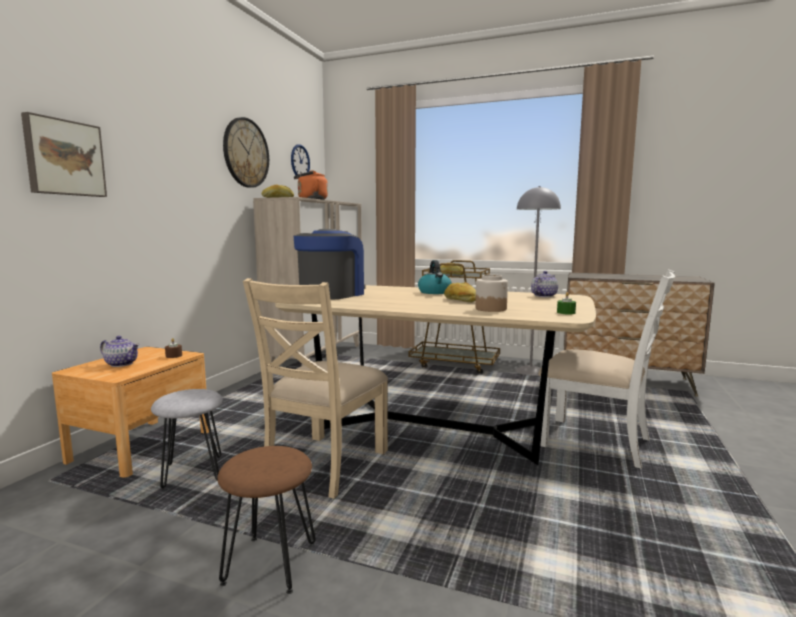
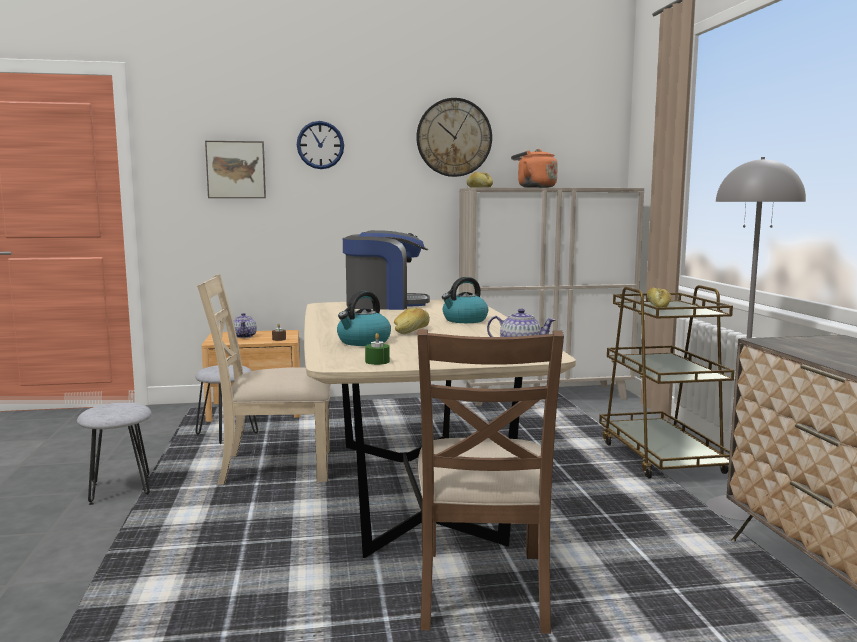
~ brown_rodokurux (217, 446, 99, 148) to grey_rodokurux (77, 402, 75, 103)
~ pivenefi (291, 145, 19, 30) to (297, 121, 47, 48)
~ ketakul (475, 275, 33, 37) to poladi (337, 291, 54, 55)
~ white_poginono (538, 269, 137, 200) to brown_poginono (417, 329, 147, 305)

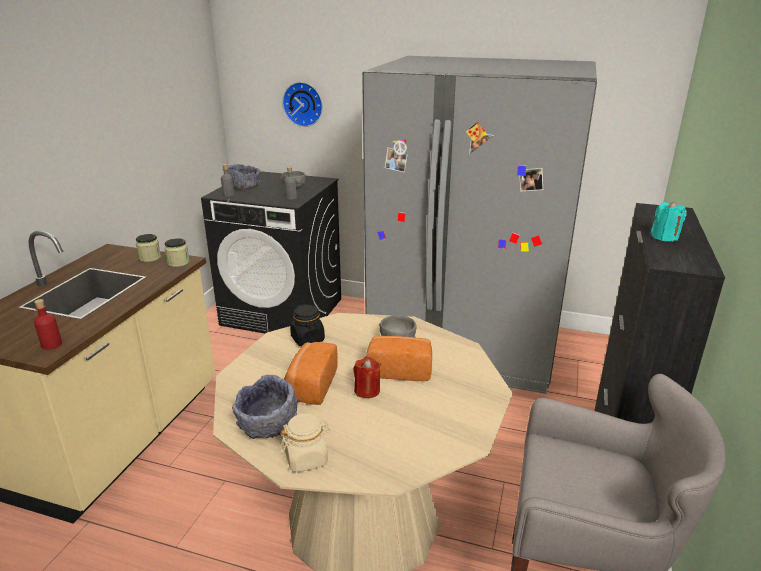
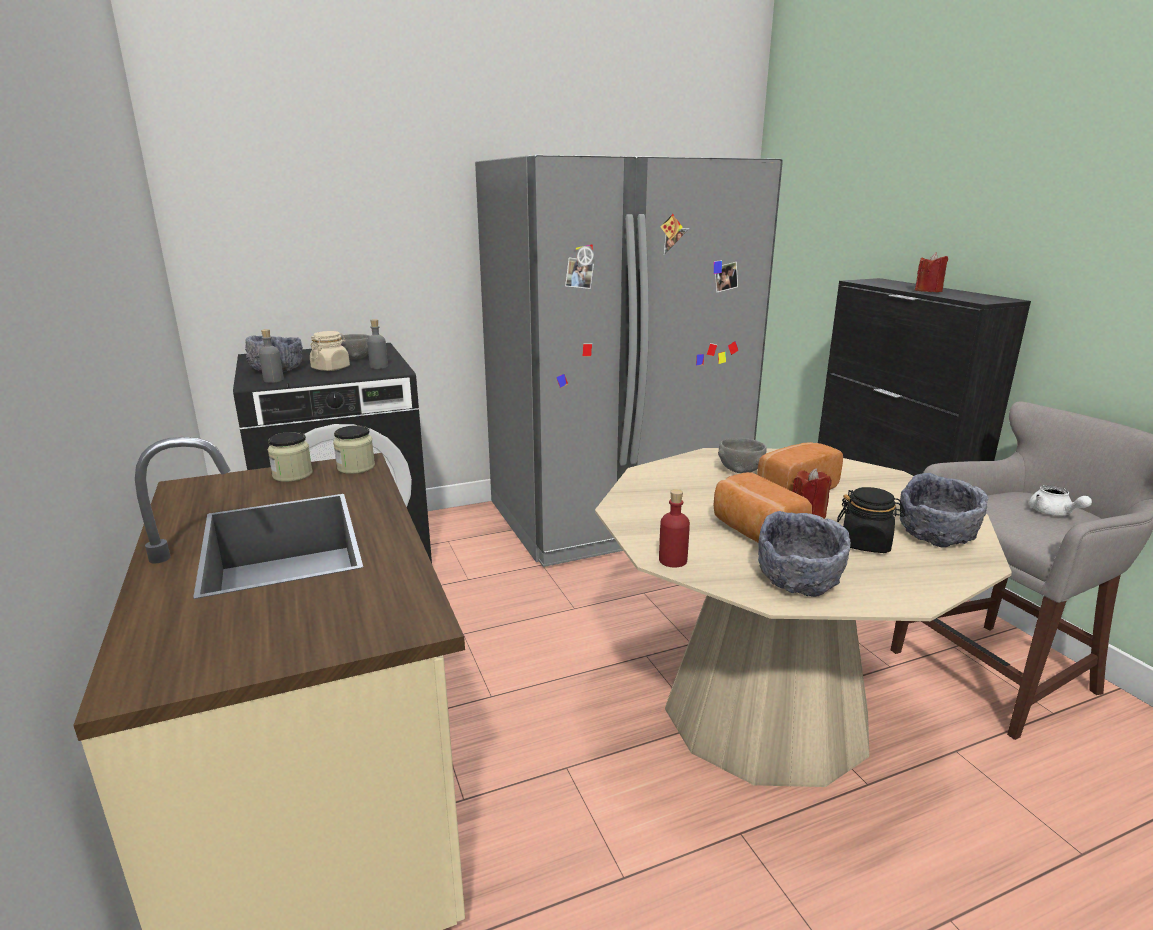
~ beige_ketakul (280, 414, 51, 58) to (310, 331, 40, 40)
~ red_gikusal (34, 299, 28, 51) to (659, 489, 31, 79)
~ black_ketakul (290, 304, 35, 42) to (837, 487, 68, 66)
+ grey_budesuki (900, 473, 89, 75)
~ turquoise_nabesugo (650, 201, 37, 41) to red_nabesugo (915, 252, 33, 40)
+ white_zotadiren (1029, 485, 63, 31)
- pivenefi (282, 82, 41, 45)

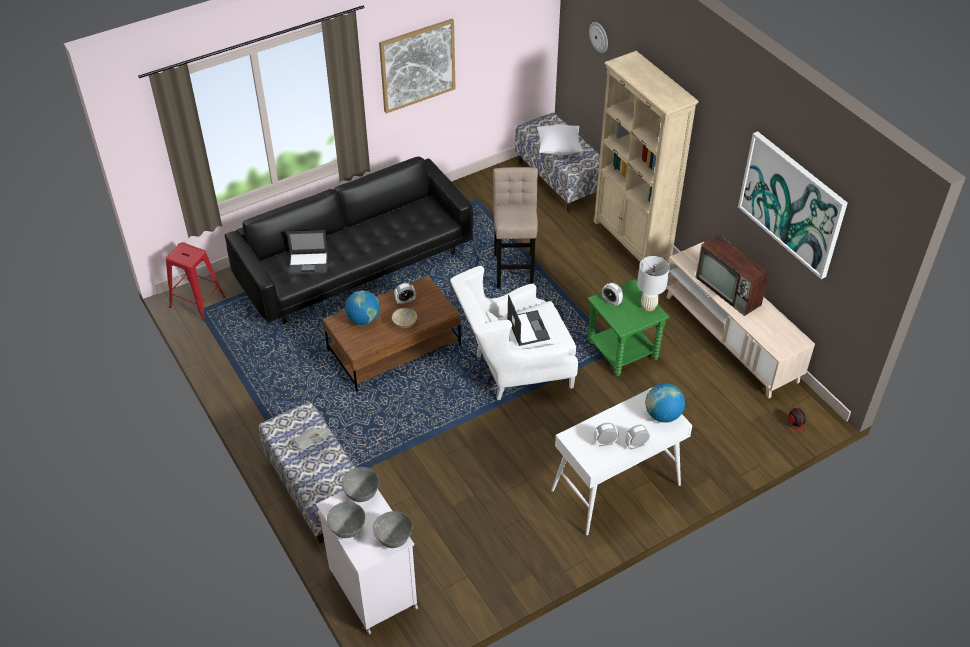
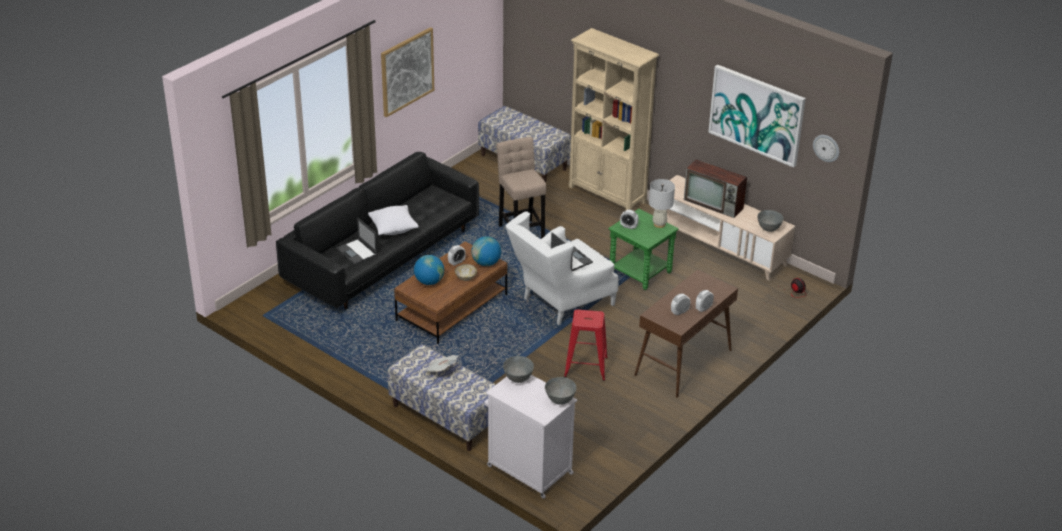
~ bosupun (287, 230, 41, 45) = (336, 217, 42, 48) 75 degrees clockwise
~ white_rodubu (537, 125, 46, 30) to (368, 205, 51, 30)
~ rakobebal (645, 383, 40, 40) to (471, 236, 30, 30)
~ red_rodokurux (166, 242, 60, 79) to (564, 309, 44, 72)
~ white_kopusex (551, 387, 142, 148) to brown_kopusex (635, 269, 103, 129)
~ grey_budesuki (327, 502, 39, 36) to (757, 210, 26, 22)
~ pivenefi (589, 22, 19, 31) to (813, 135, 26, 27)

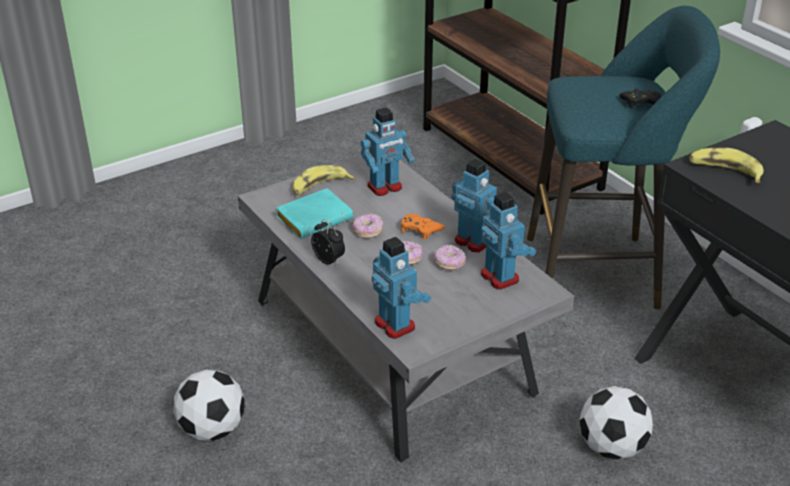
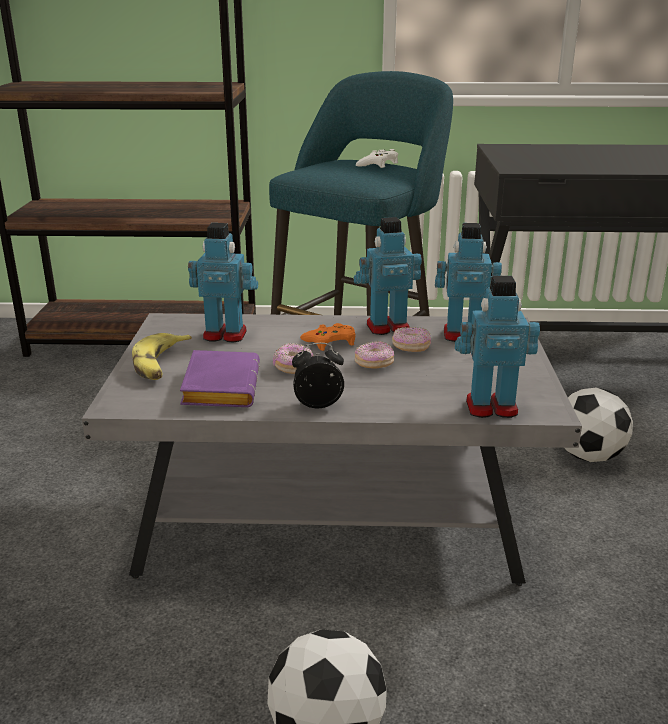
~ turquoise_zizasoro (276, 188, 77, 51) to purple_zizasoro (180, 350, 80, 57)
~ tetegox (361, 107, 54, 89) = (188, 223, 70, 120) 90 degrees counterclockwise
~ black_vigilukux (619, 89, 42, 20) to white_vigilukux (356, 149, 42, 19)
- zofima (689, 148, 75, 35)

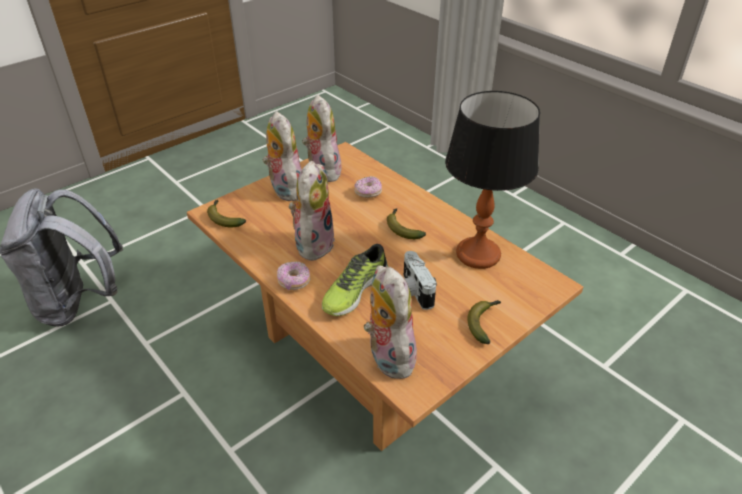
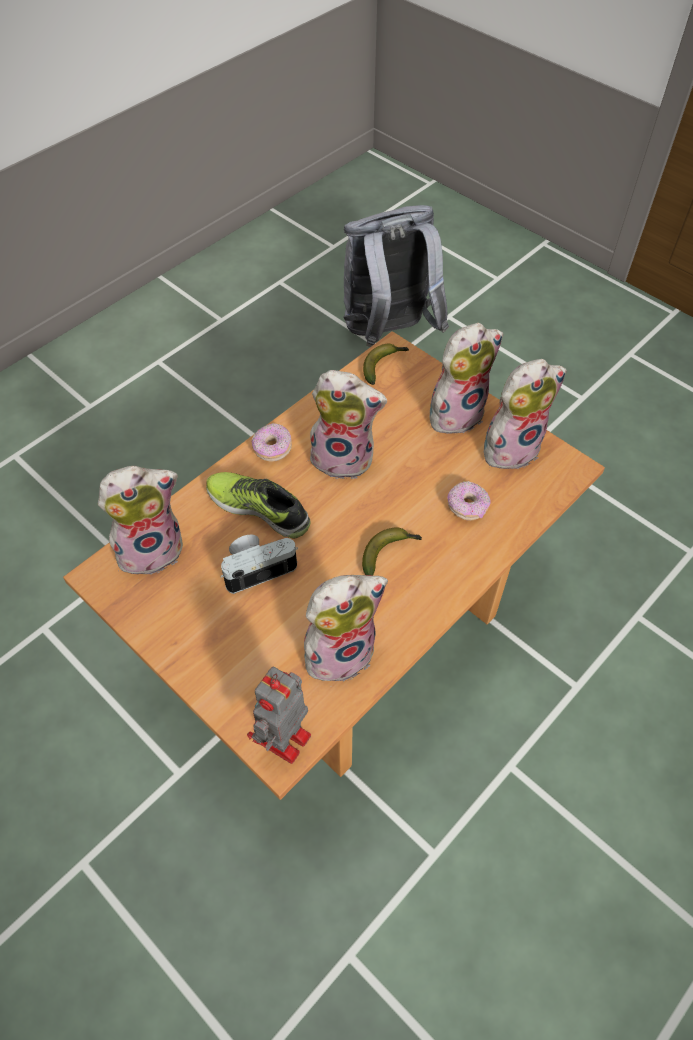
+ tetegox (247, 667, 64, 97)
~ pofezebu (445, 91, 95, 178) to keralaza (304, 575, 84, 106)
- zofima (467, 300, 34, 44)

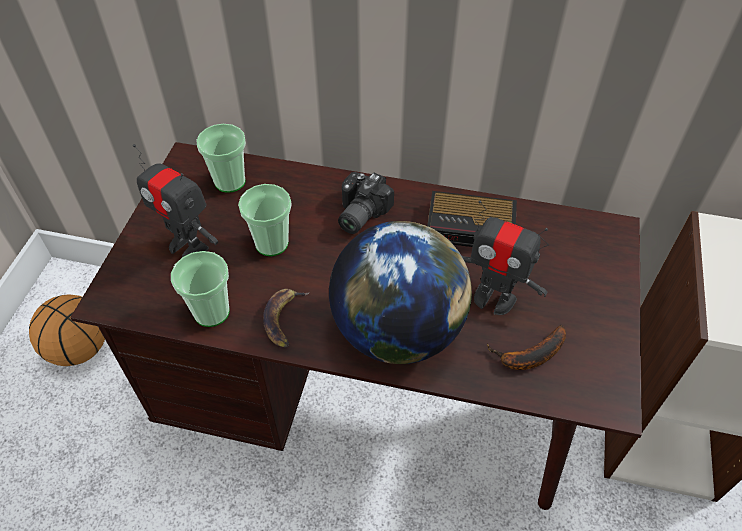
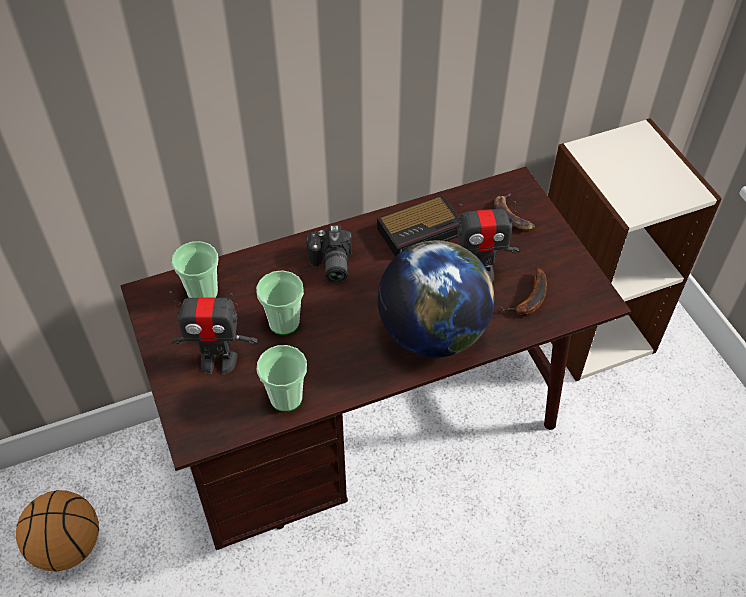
~ zofima (263, 289, 47, 59) to (494, 193, 41, 37)

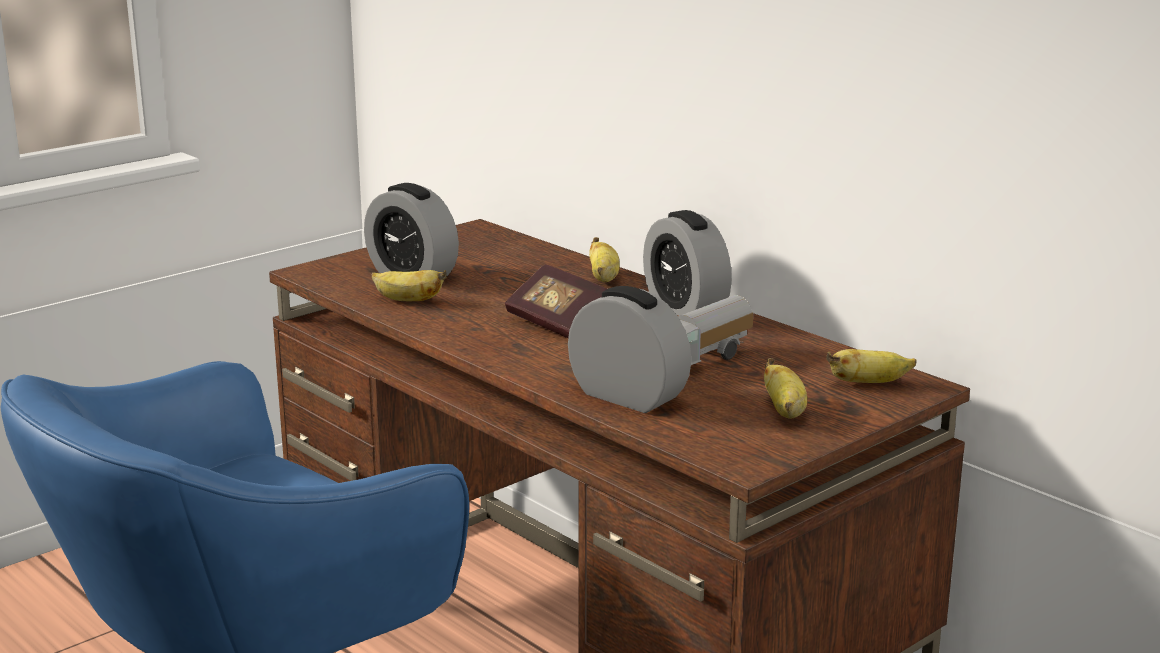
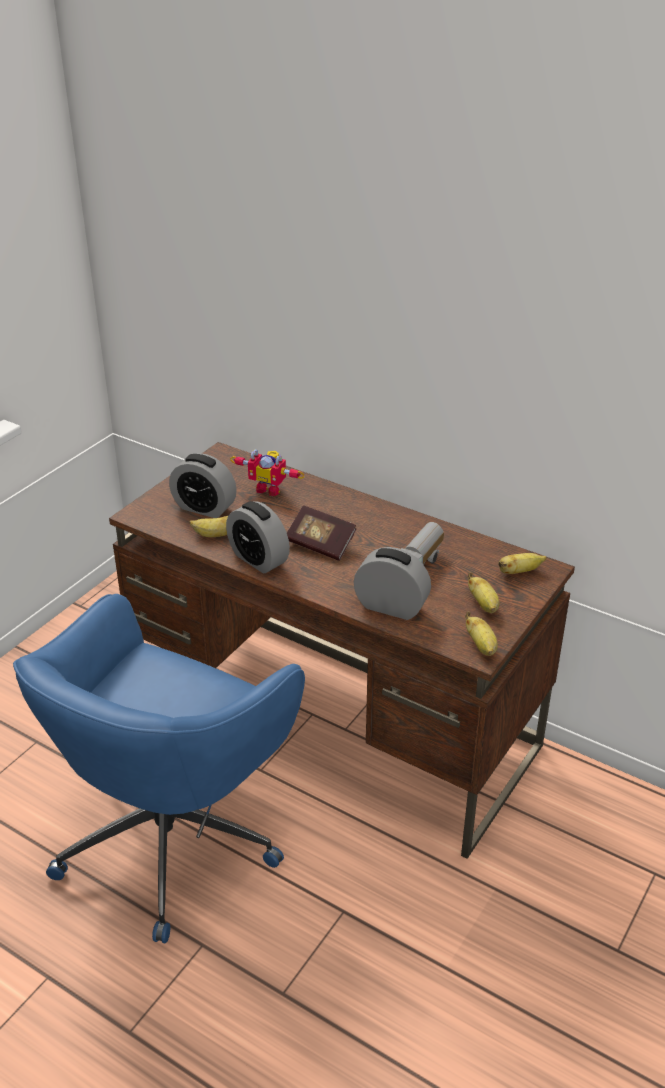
~ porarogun (643, 210, 89, 106) to (226, 501, 64, 73)
+ tetegox (230, 449, 75, 47)
~ zofima (589, 237, 30, 45) to (465, 612, 33, 44)

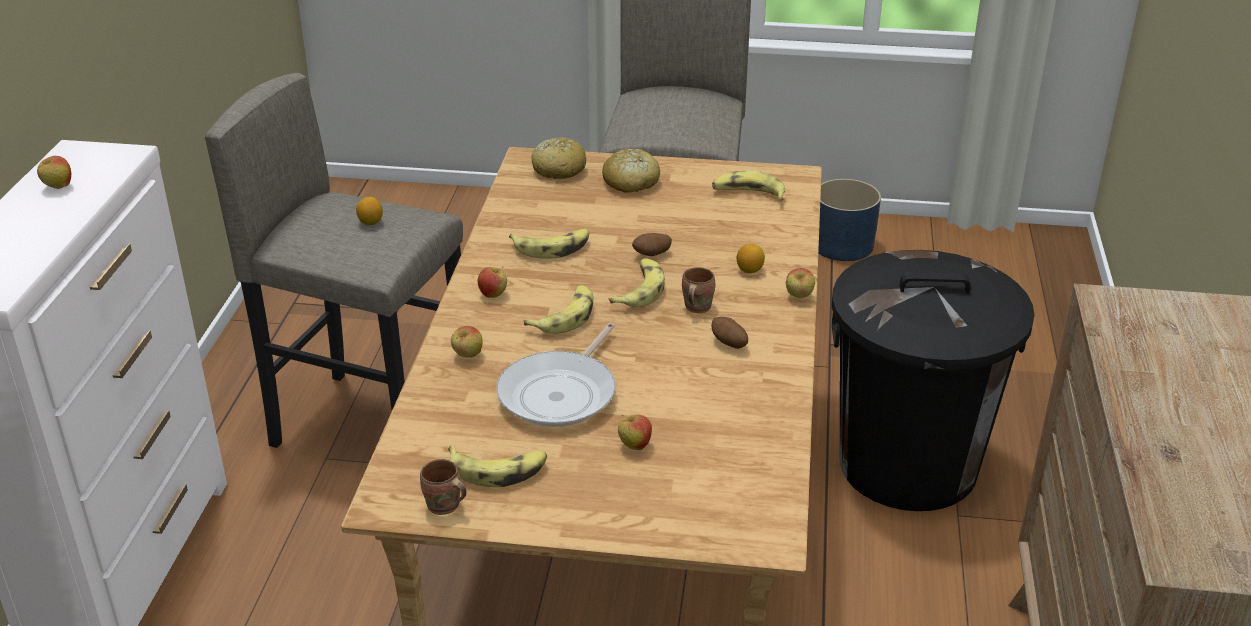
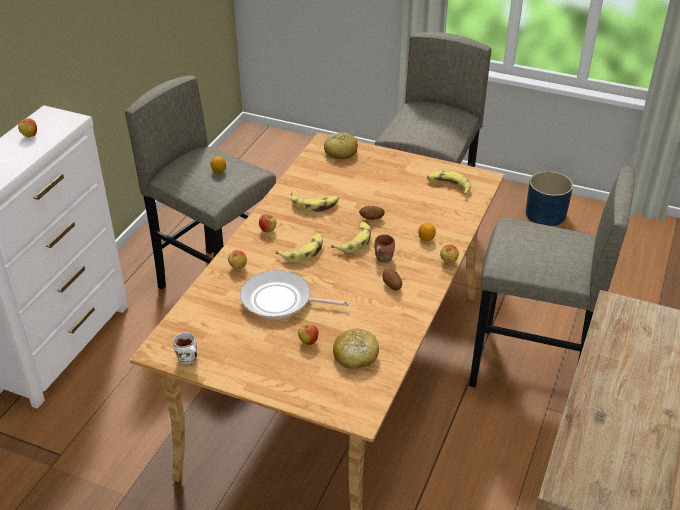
~ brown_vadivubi (420, 459, 47, 56) to white_vadivubi (173, 332, 24, 32)
~ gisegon (496, 323, 120, 104) = (240, 270, 109, 49) 60 degrees clockwise
~ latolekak (602, 149, 58, 44) to (333, 328, 46, 41)
~ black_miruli (832, 250, 203, 261) to grey_rodokurux (469, 166, 166, 221)
- zofima (448, 445, 99, 42)

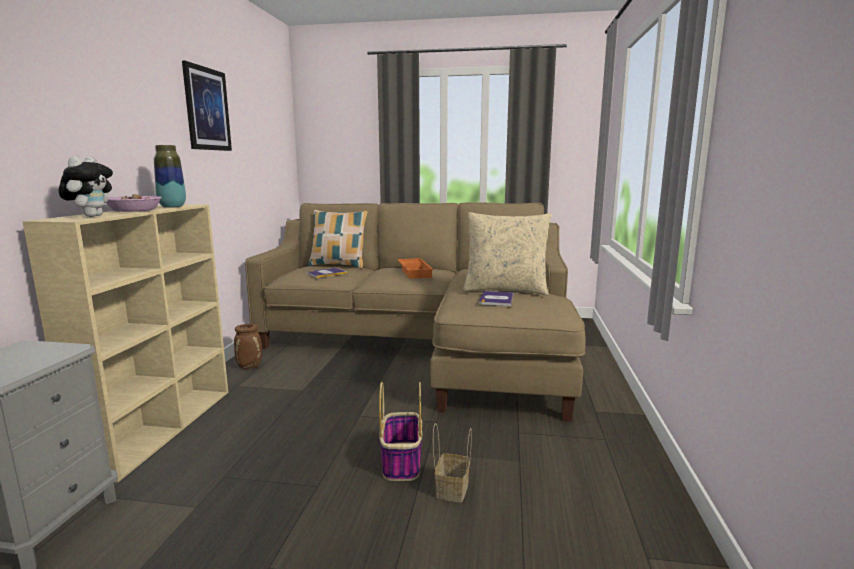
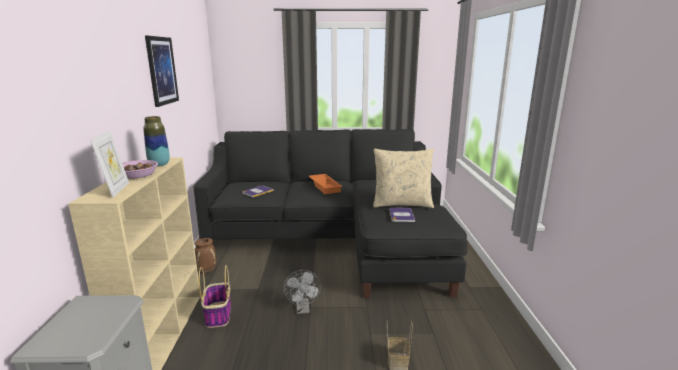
~ keralaza (59, 156, 54, 61) to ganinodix (90, 131, 39, 67)
~ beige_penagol (245, 202, 341, 219) to black_penagol (194, 129, 274, 169)
~ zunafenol (379, 382, 43, 99) to (199, 265, 32, 63)
+ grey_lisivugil (284, 270, 37, 44)
- rodubu (308, 210, 60, 58)

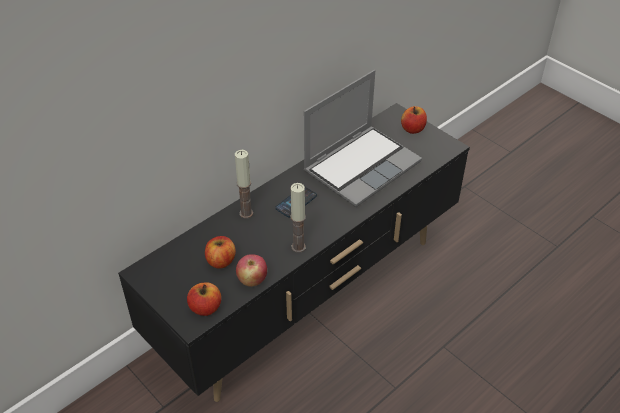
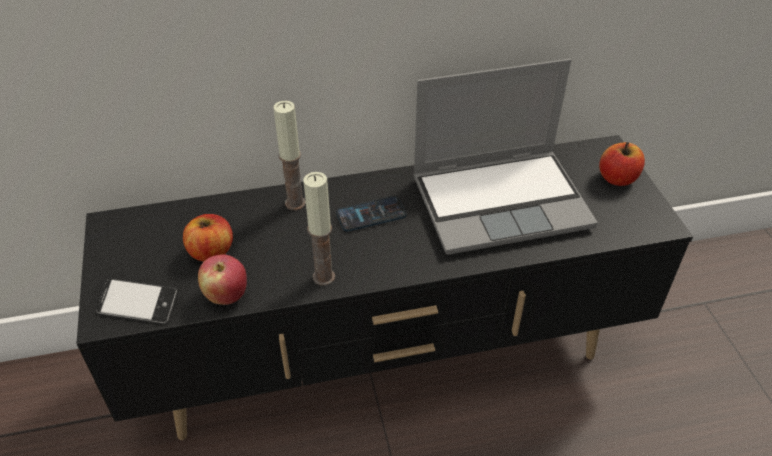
~ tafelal (187, 282, 34, 34) to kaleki (97, 279, 80, 44)

